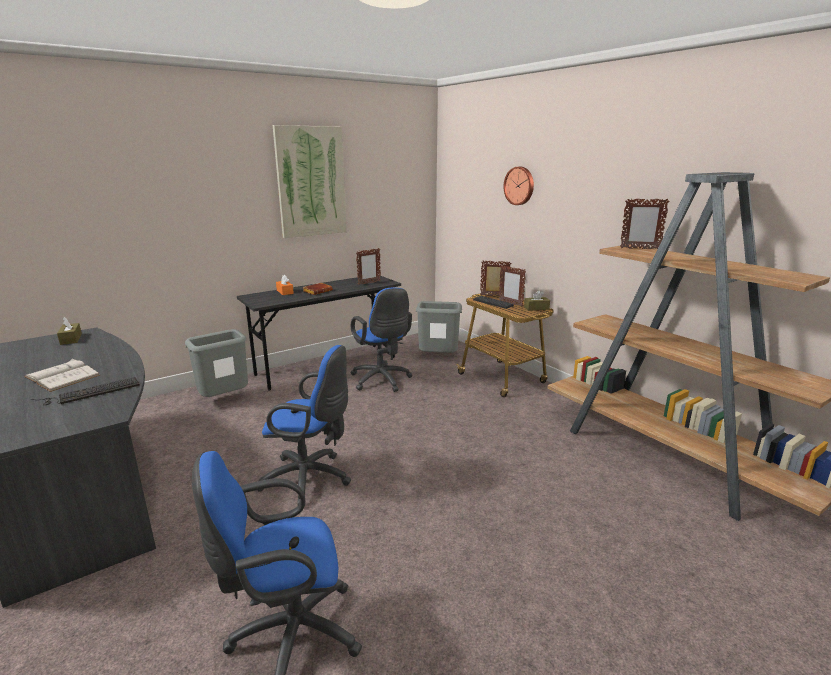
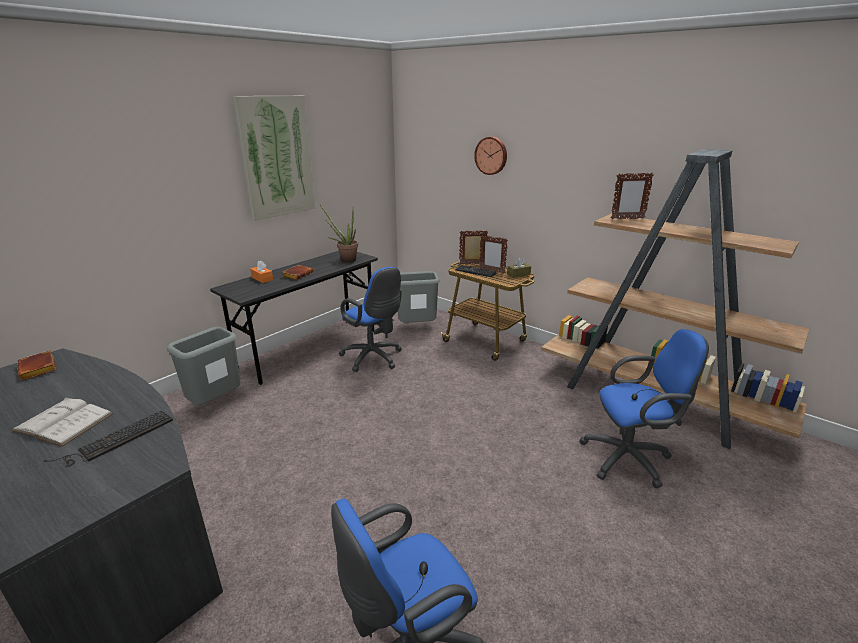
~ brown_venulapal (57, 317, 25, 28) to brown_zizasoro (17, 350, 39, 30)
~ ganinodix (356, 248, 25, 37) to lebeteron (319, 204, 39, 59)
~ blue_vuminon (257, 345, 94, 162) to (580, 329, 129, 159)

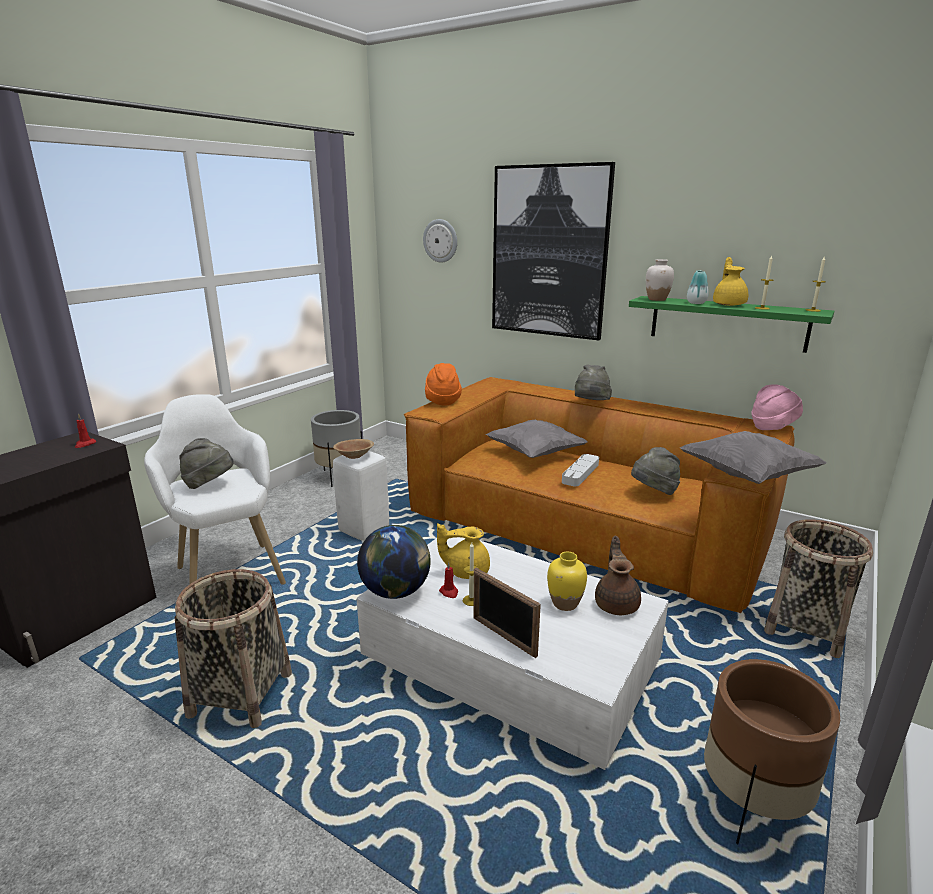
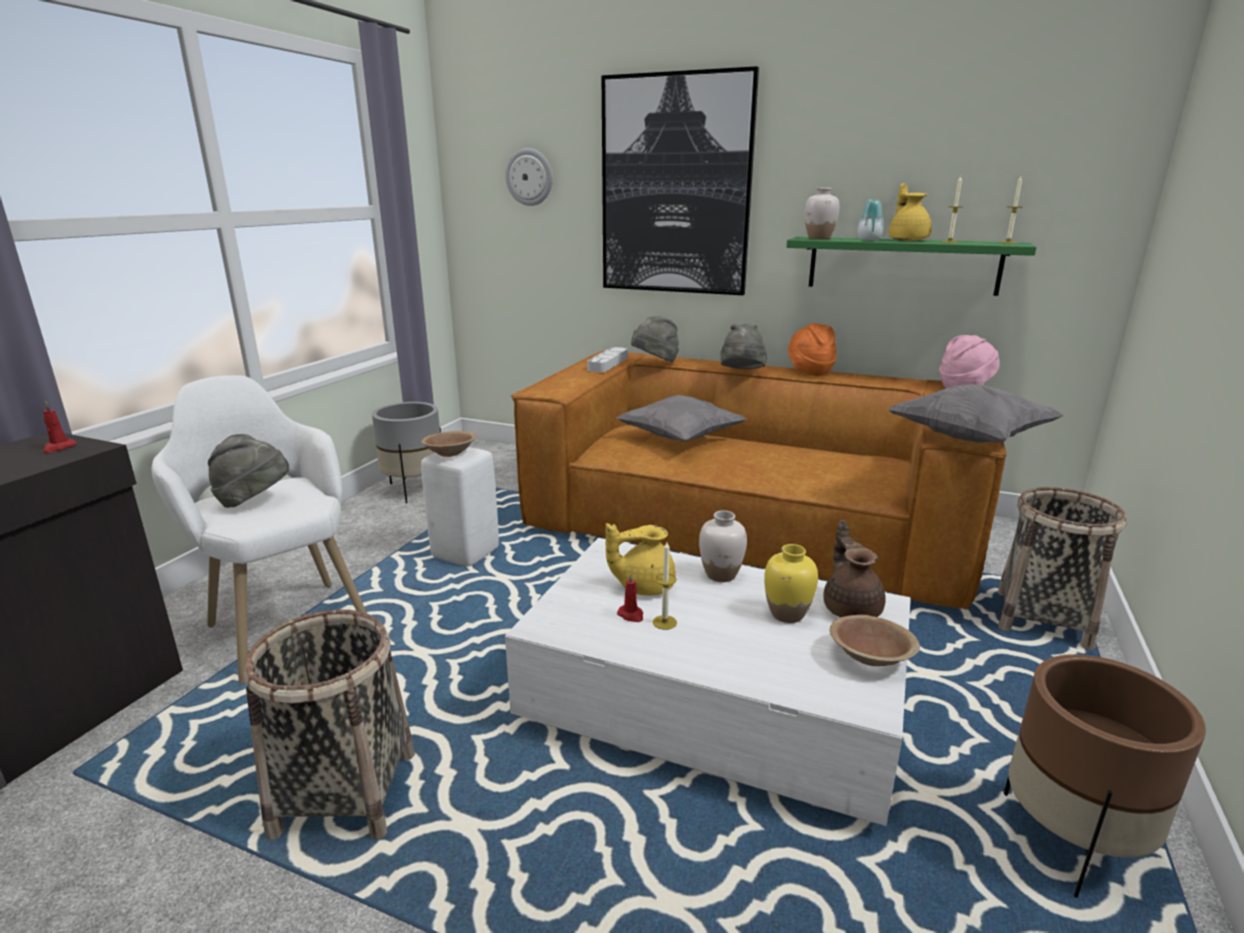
~ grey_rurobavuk (562, 454, 37, 32) to (587, 347, 41, 25)
~ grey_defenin (631, 447, 49, 48) to (631, 316, 48, 46)
+ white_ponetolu (699, 510, 48, 72)
~ orange_defenin (425, 363, 37, 43) to (788, 323, 48, 53)
+ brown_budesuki (830, 615, 90, 51)
- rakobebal (357, 525, 74, 74)
- ganinodix (474, 568, 67, 90)

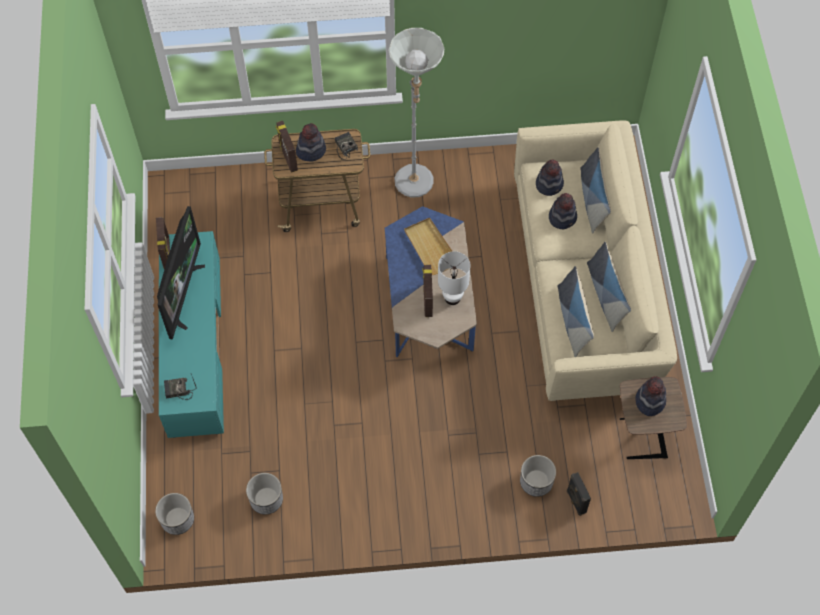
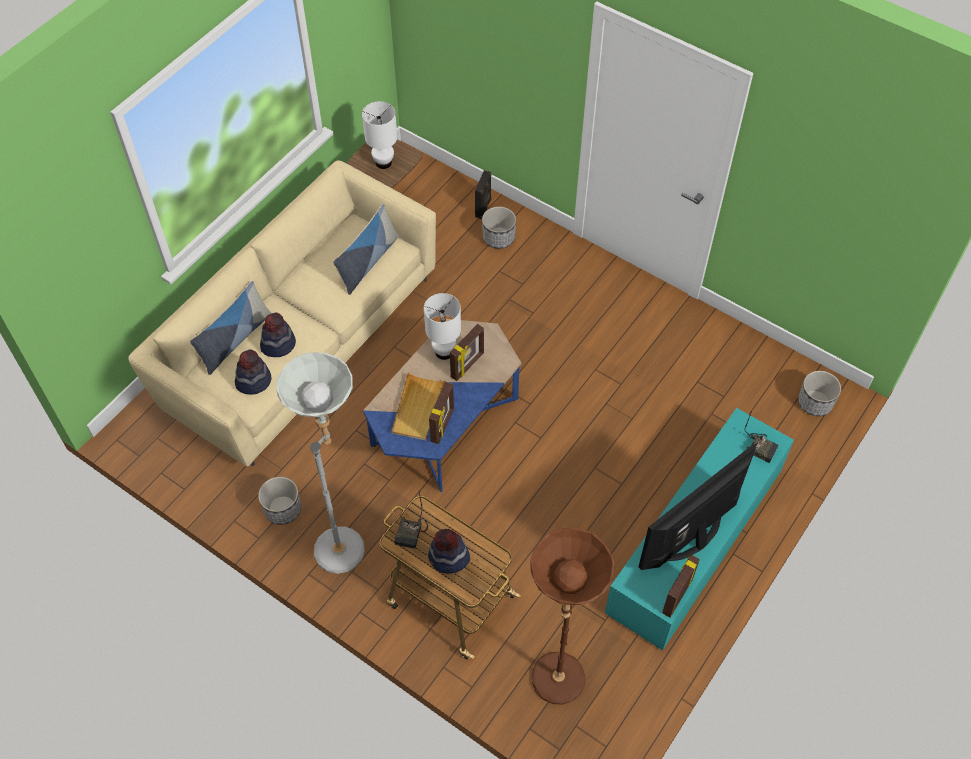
~ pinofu (246, 473, 37, 41) to (258, 477, 43, 48)
~ defenin (635, 377, 31, 39) to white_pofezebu (362, 101, 35, 68)
~ ganinodix (276, 121, 22, 51) to (429, 382, 25, 62)
+ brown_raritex (531, 527, 84, 178)
- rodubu (587, 242, 44, 90)

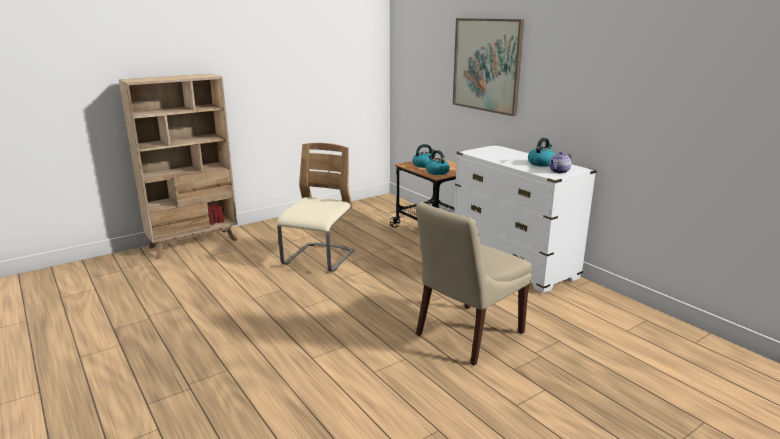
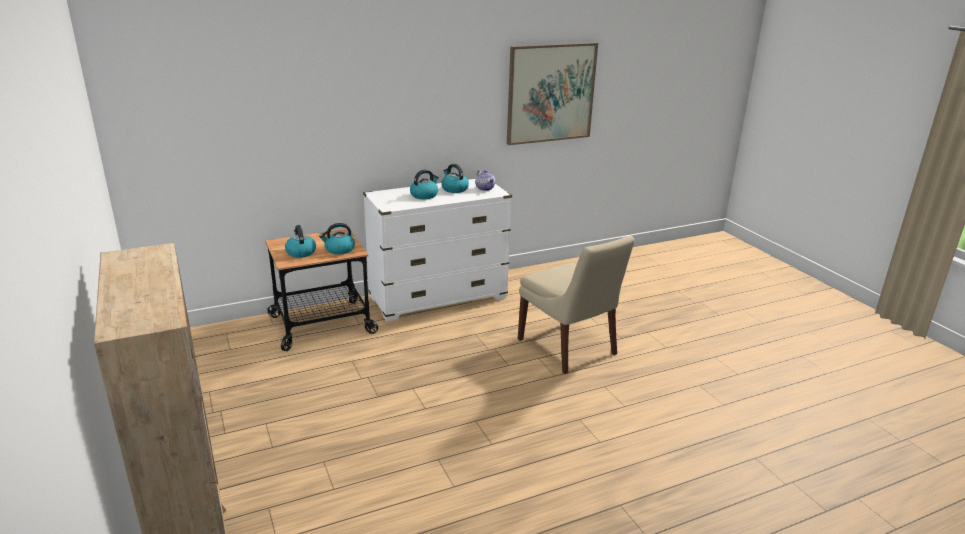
+ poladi (410, 169, 29, 31)
~ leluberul (453, 18, 71, 98) to (507, 43, 91, 102)
- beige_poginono (277, 143, 78, 129)

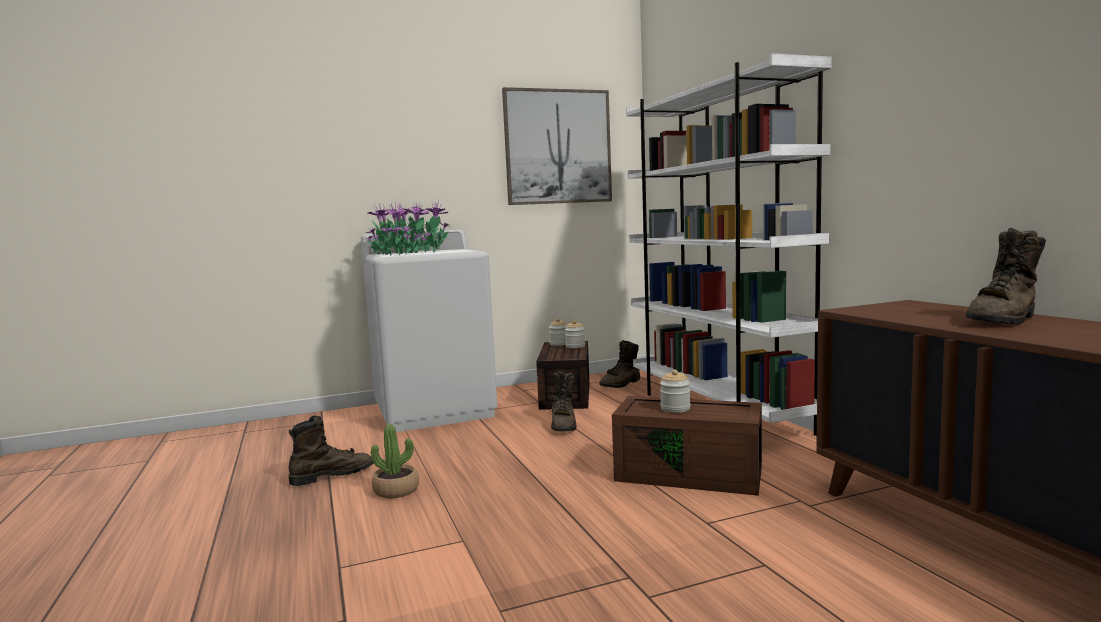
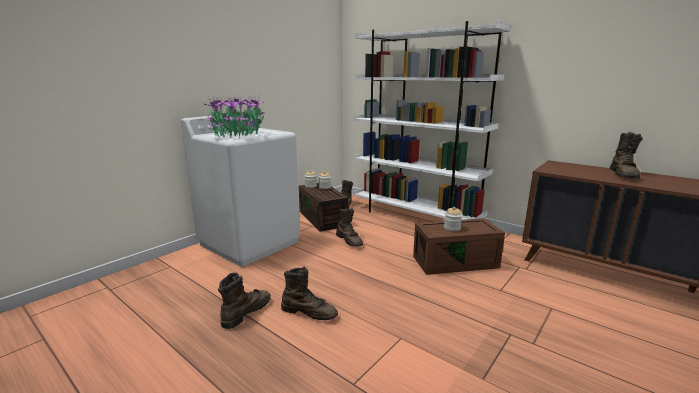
~ lebeteron (371, 424, 48, 74) to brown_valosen (281, 267, 57, 53)
- leluberul (502, 87, 110, 118)

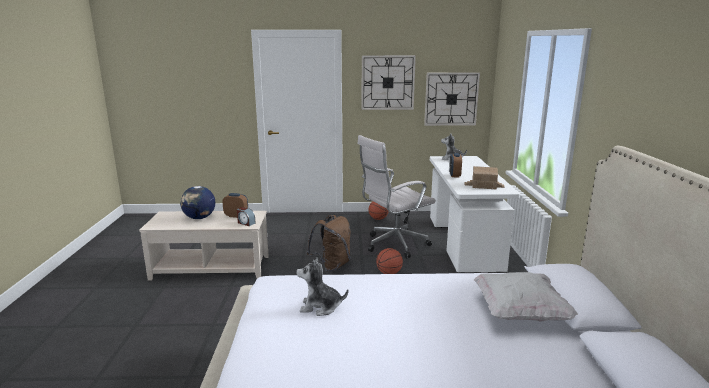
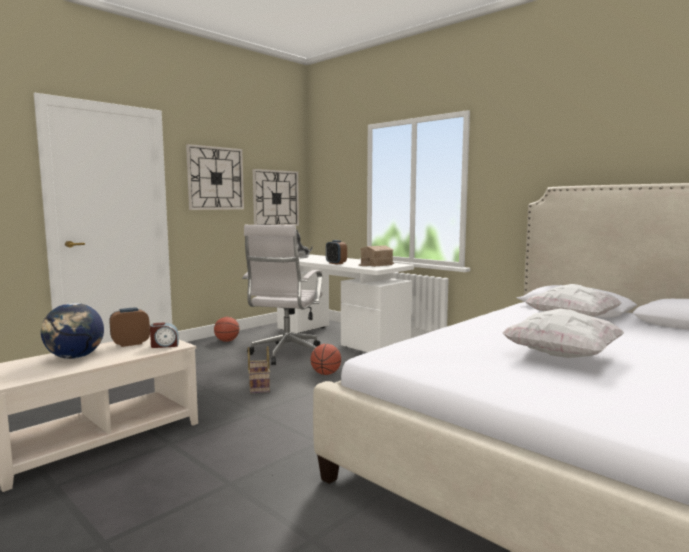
~ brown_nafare (307, 215, 44, 57) to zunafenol (248, 346, 22, 48)
+ white_rodubu (502, 309, 122, 49)
- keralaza (296, 258, 52, 58)

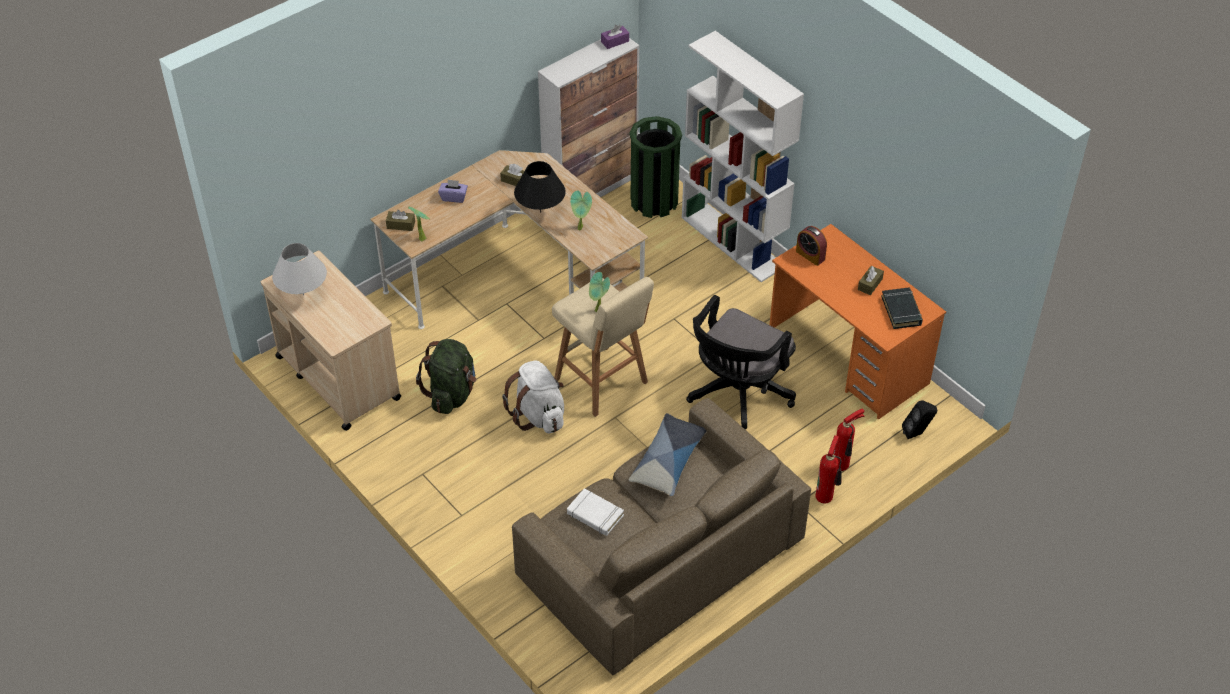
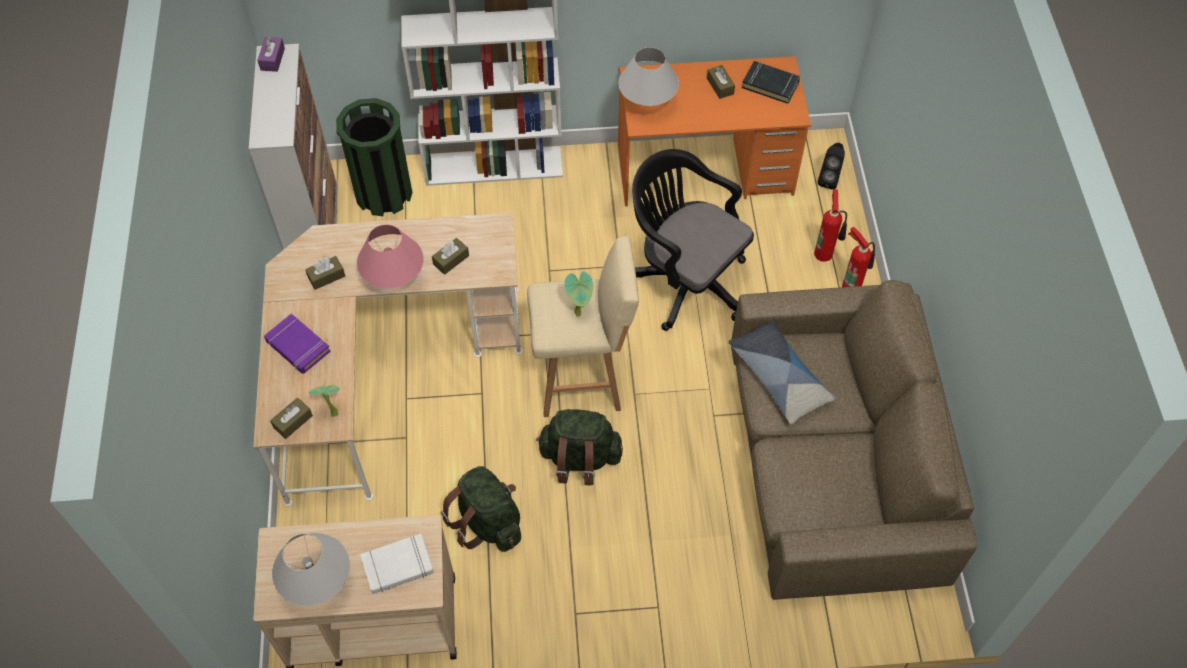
~ purple_venulapal (438, 180, 30, 23) to purple_zizasoro (264, 313, 67, 61)
~ black_pofezebu (514, 161, 52, 52) to pink_pofezebu (357, 224, 67, 65)
~ white_zizasoro (567, 488, 57, 48) to (360, 534, 73, 60)
~ lebeteron (570, 190, 22, 40) to brown_venulapal (432, 238, 37, 37)
~ white_nafare (502, 360, 62, 74) to green_nafare (536, 409, 87, 76)
~ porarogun (796, 226, 31, 40) to white_pofezebu (618, 47, 61, 59)
~ black_vuminon (686, 295, 110, 134) = (632, 149, 122, 182) 150 degrees clockwise

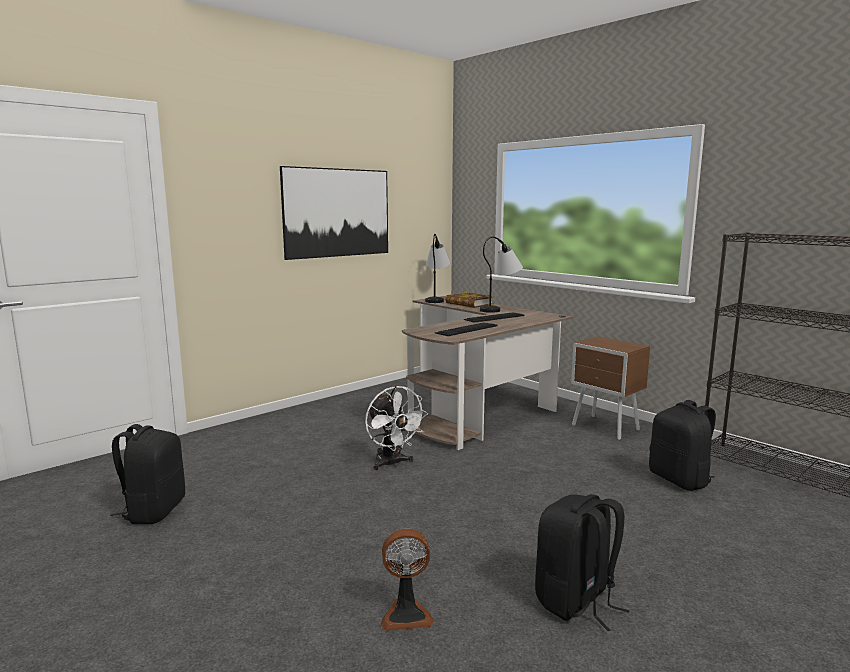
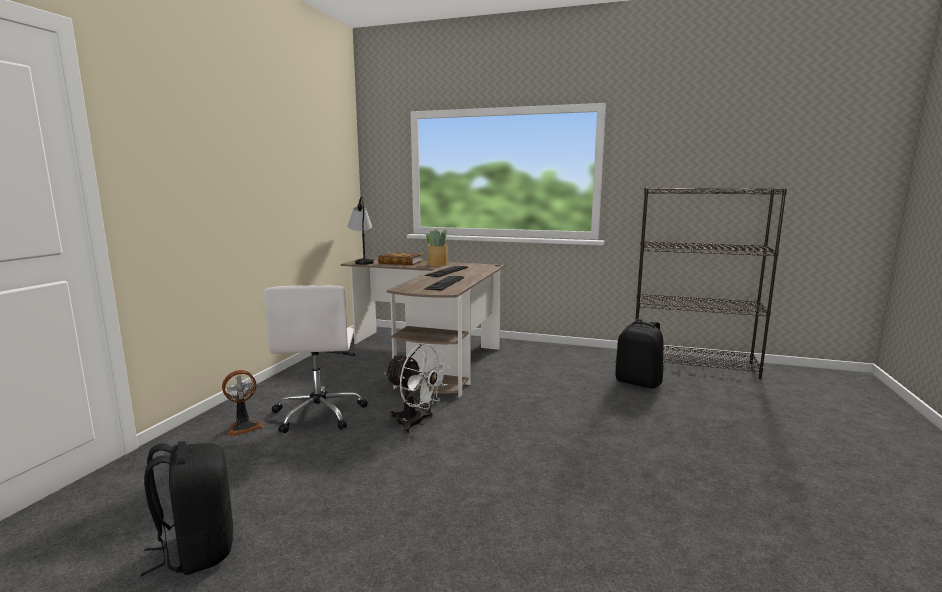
~ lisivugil (381, 528, 53, 103) to (222, 370, 42, 66)
+ white_vuminon (263, 285, 105, 148)
~ pofezebu (480, 237, 43, 76) to lebeteron (426, 229, 22, 37)
- leluberul (280, 166, 108, 94)
- black_nafare (535, 494, 95, 137)
- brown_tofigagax (571, 336, 79, 104)

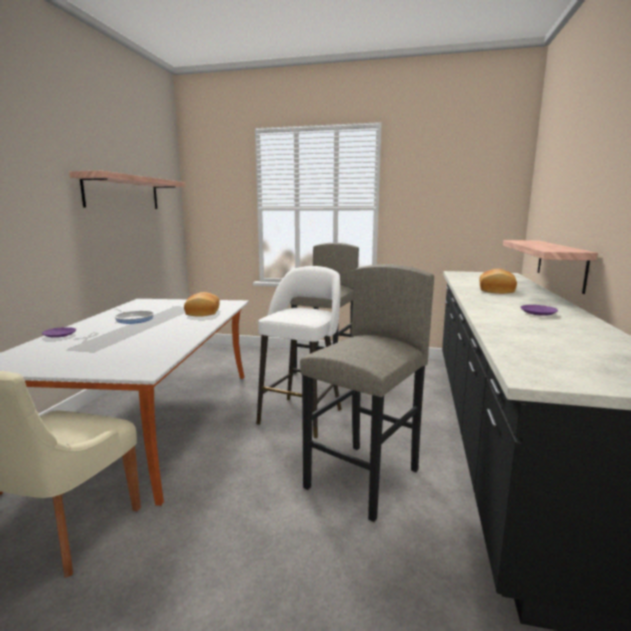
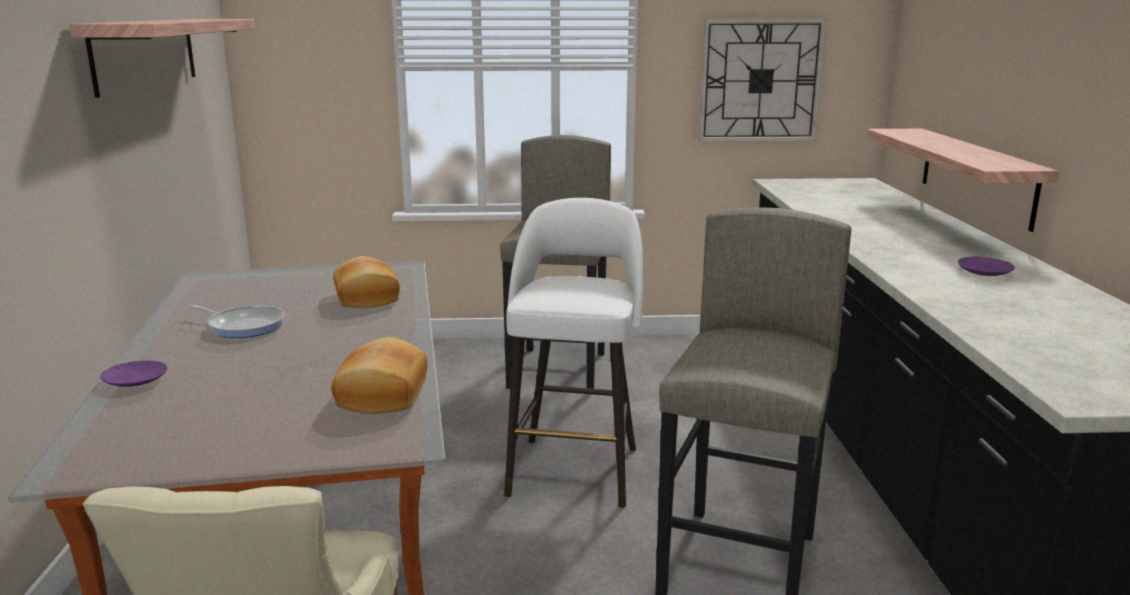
~ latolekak (479, 269, 38, 25) to (331, 337, 97, 77)
+ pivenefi (699, 19, 127, 123)

